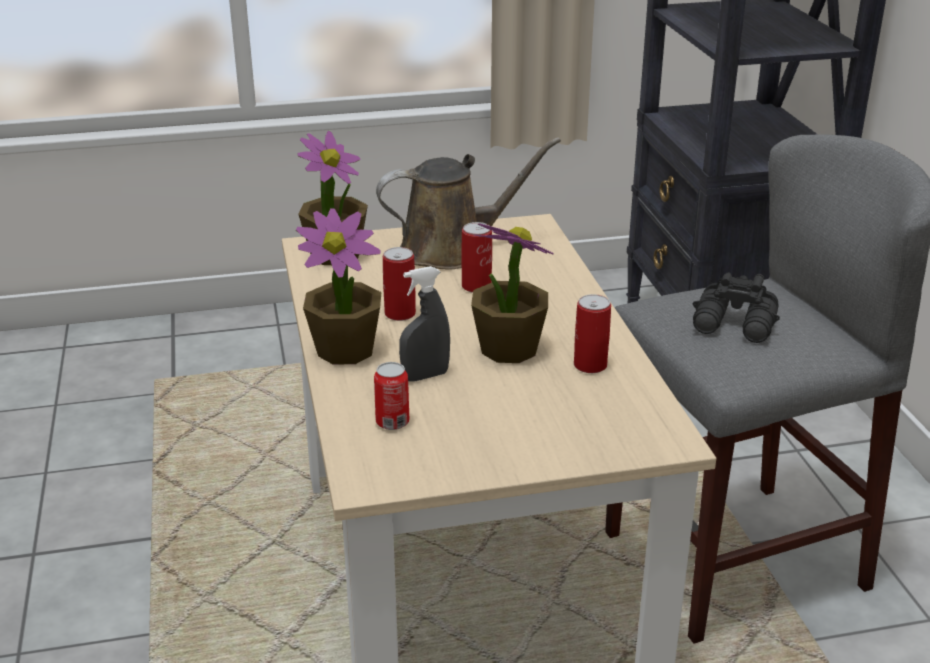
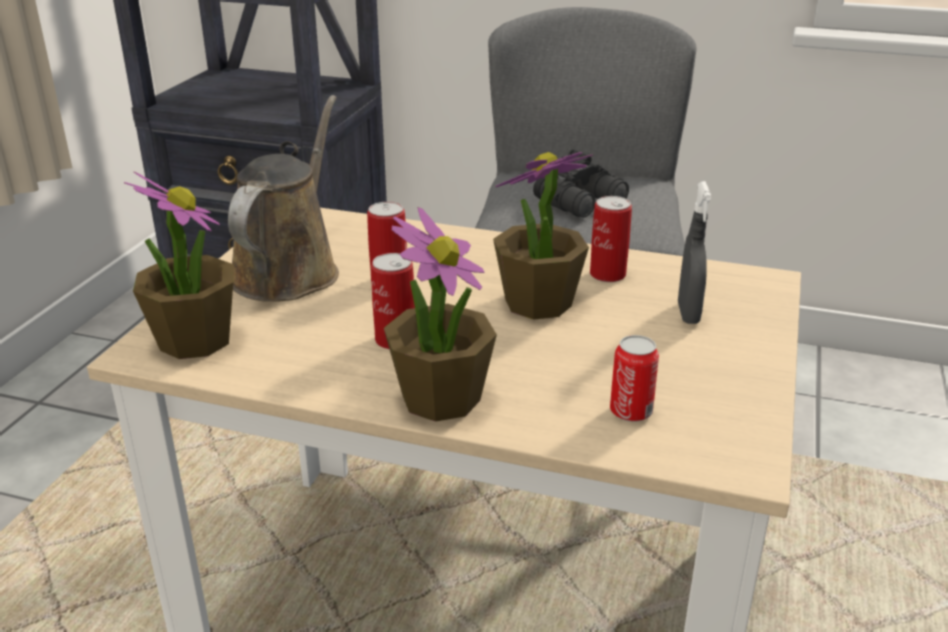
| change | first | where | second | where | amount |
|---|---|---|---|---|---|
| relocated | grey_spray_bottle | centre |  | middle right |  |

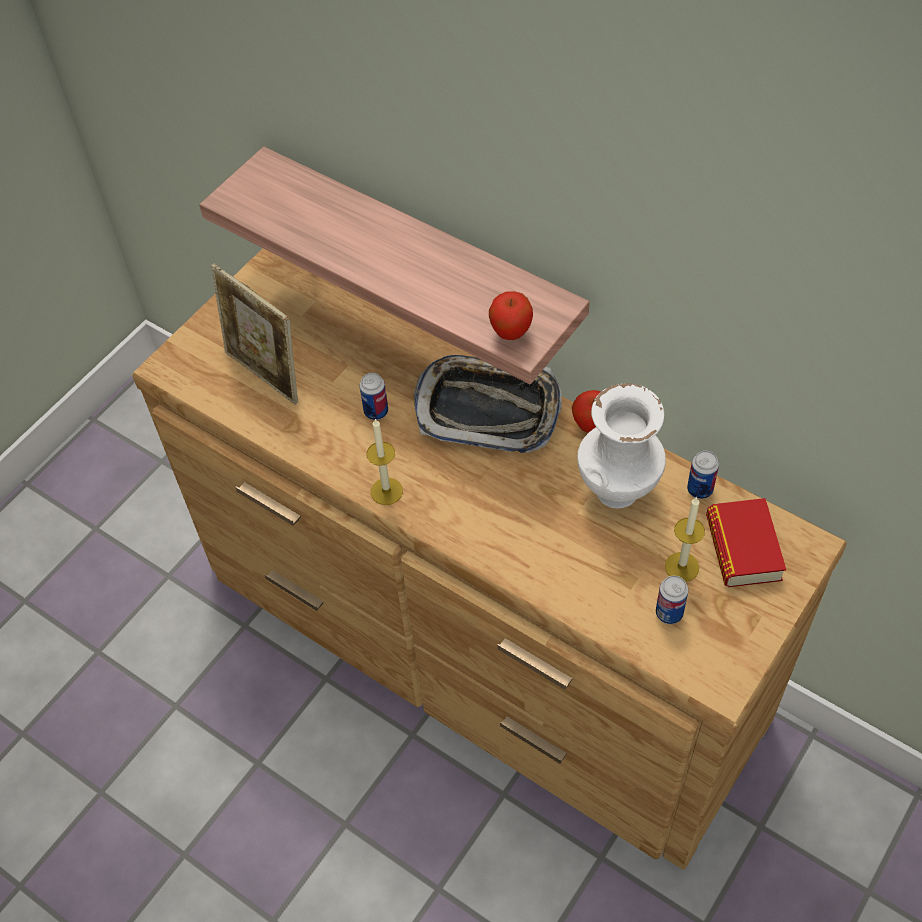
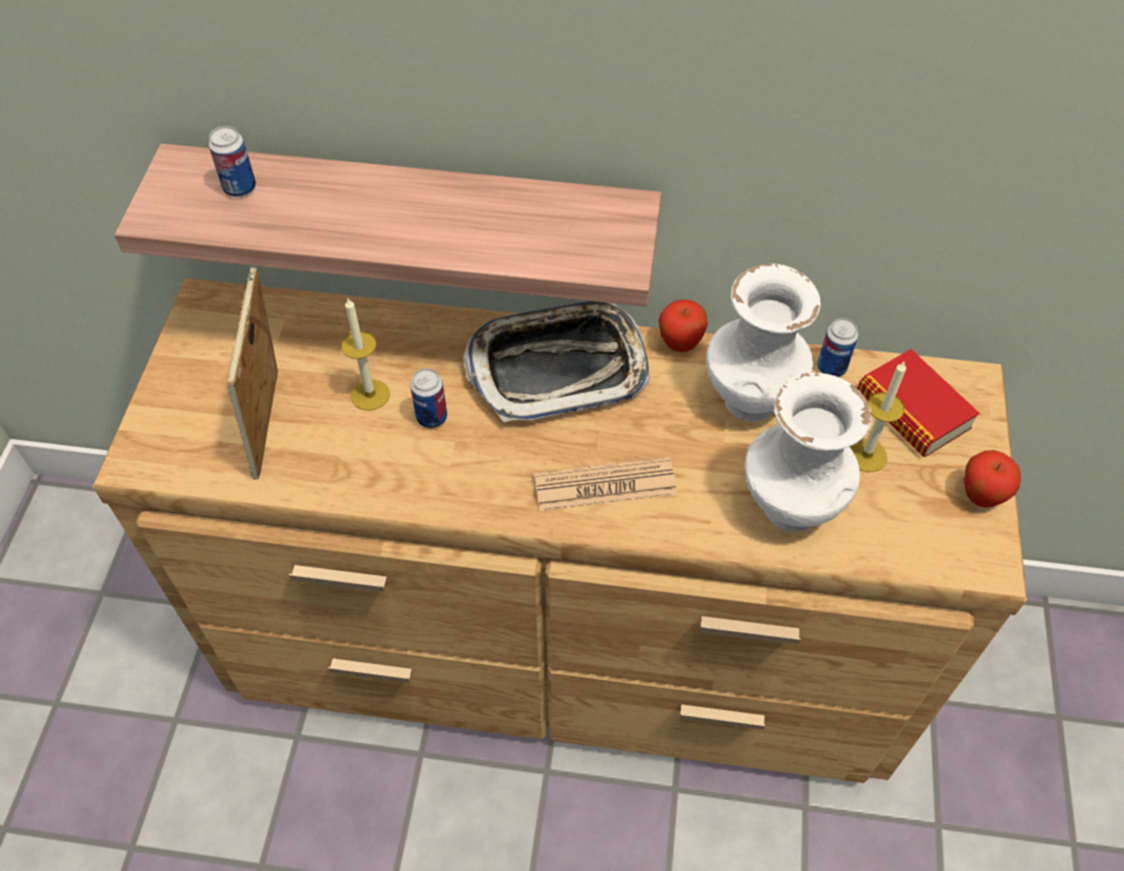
| change | first | where | second | where | amount |
|---|---|---|---|---|---|
| relocated | can (no. 2 from left in the first image) | middle right | can (no. 1 from left) | top left |  |
| spun | picture_frame | middle left |  | middle left | 75 degrees clockwise |
| relocated | candle (no. 1 from left) | centre |  | middle left |  |
| appeared |  |  | newspaper | centre |  |
| appeared |  |  | white_vase (no. 2 from left) | middle right |  |
| relocated | apple (no. 1 from left in the first image) | centre | apple (no. 2 from left) | middle right |  |

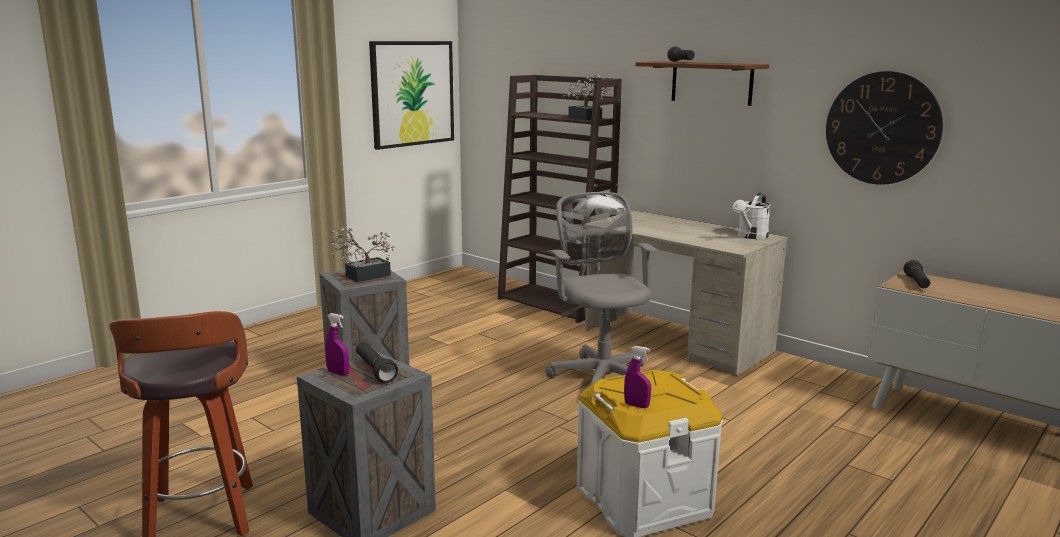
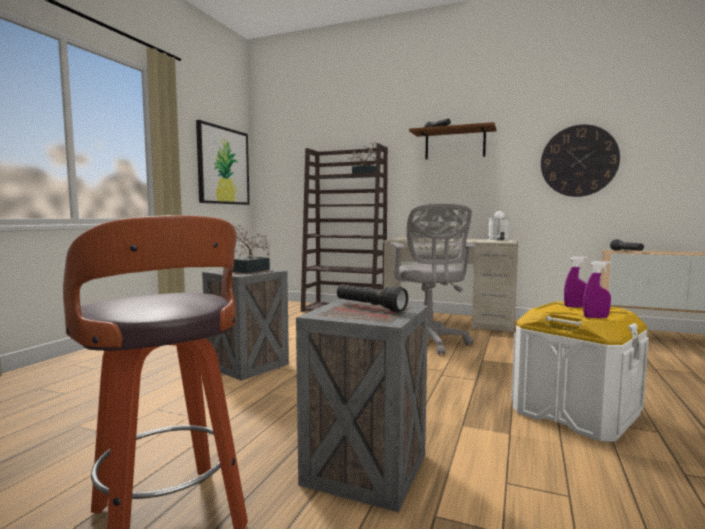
| change | first | where | second | where | amount |
|---|---|---|---|---|---|
| spun | grey_office_chair | centre |  | centre | 150 degrees counterclockwise |
| relocated | purple_spray_bottle (no. 1 from left) | middle left |  | middle right |  |

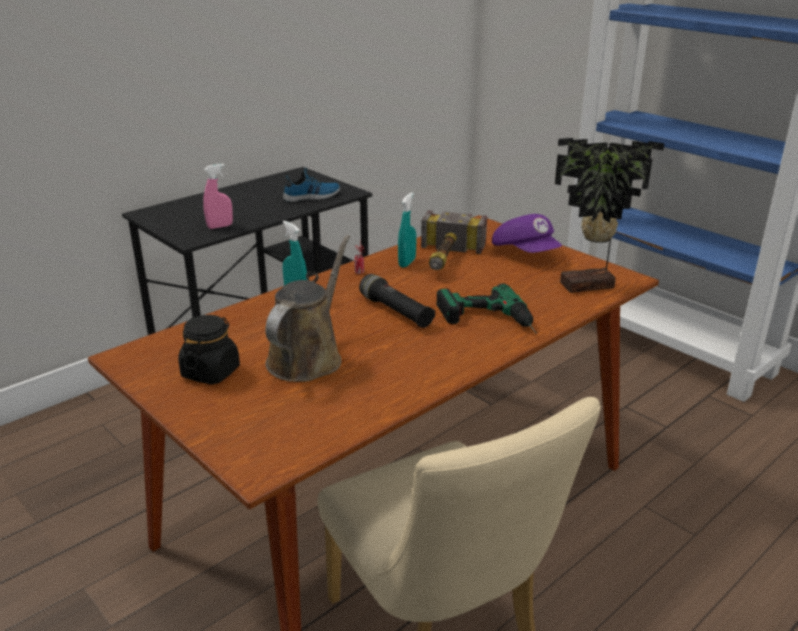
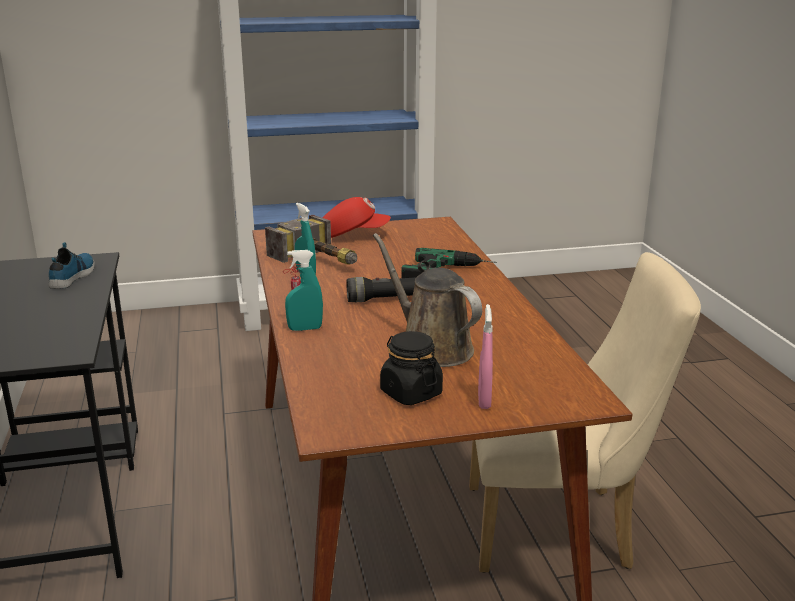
| change | first | where | second | where | amount |
|---|---|---|---|---|---|
| colour | purple_cap | centre | red_cap | centre |  |
| relocated | pink_spray_bottle | top left |  | centre |  |
| missing | potted_plant | middle right |  |  |  |

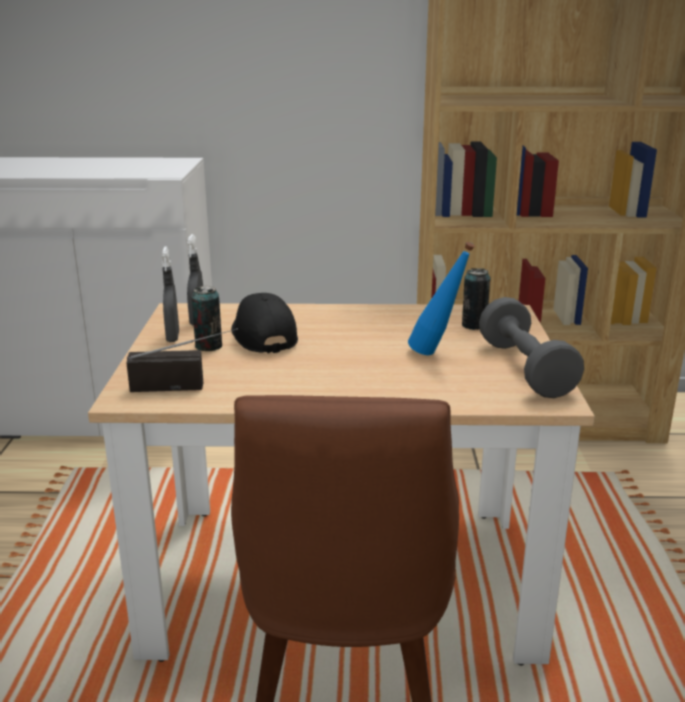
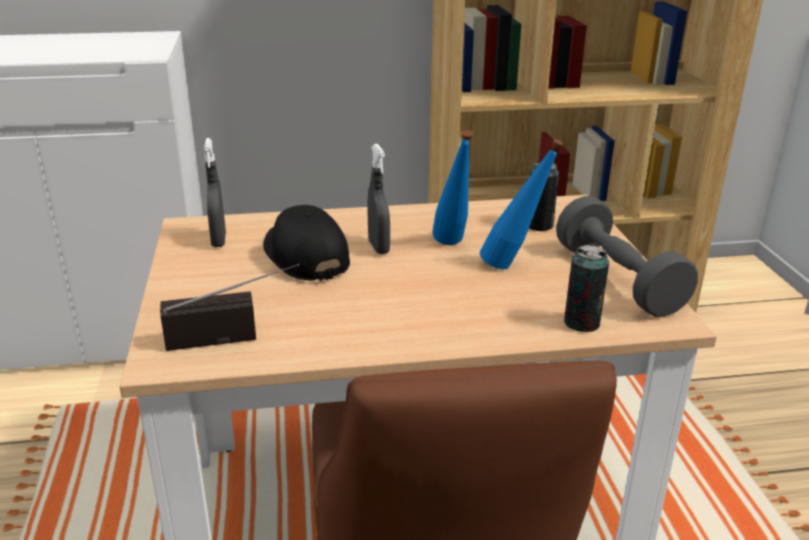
| change | first | where | second | where | amount |
|---|---|---|---|---|---|
| relocated | grey_spray_bottle (no. 1 from left in the first image) | middle left | grey_spray_bottle (no. 2 from left) | centre |  |
| appeared |  |  | blue_bottle (no. 1 from left) | centre |  |
| relocated | can (no. 1 from left in the first image) | middle left | can (no. 2 from left) | middle right |  |

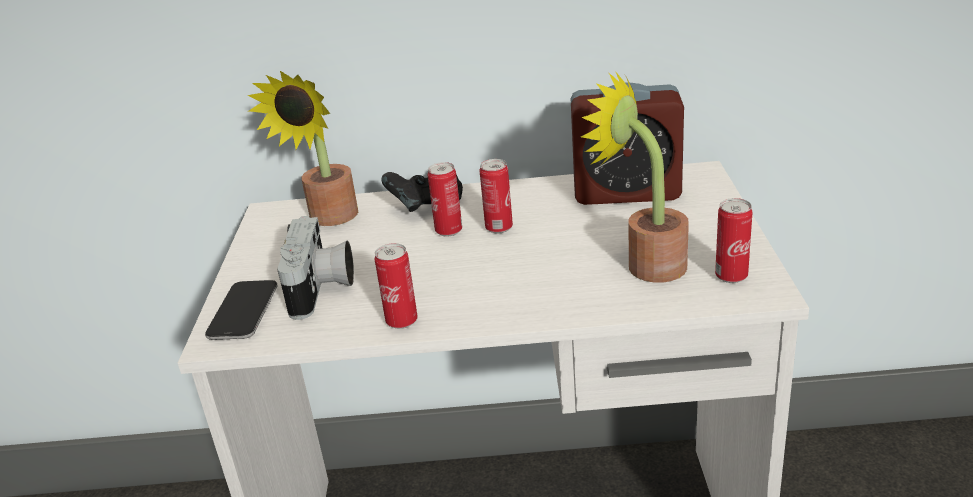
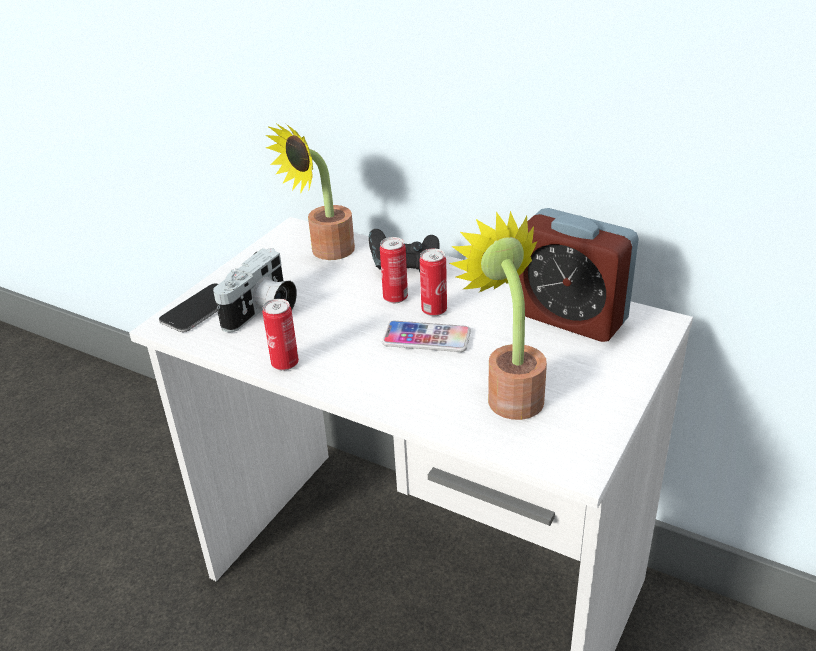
| change | first | where | second | where | amount |
|---|---|---|---|---|---|
| appeared |  |  | phone (no. 2 from left) | centre |  |
| missing | can (no. 4 from left) | middle right |  |  |  |

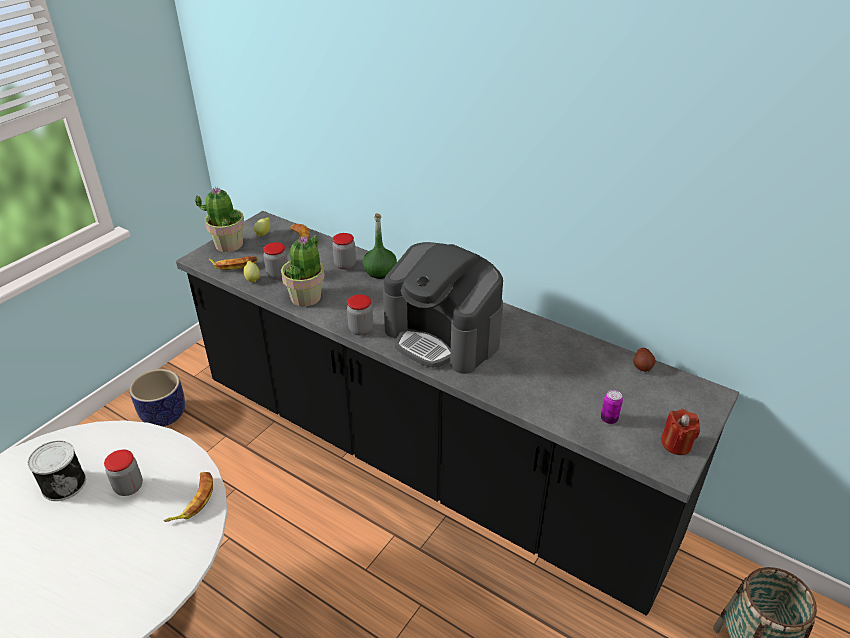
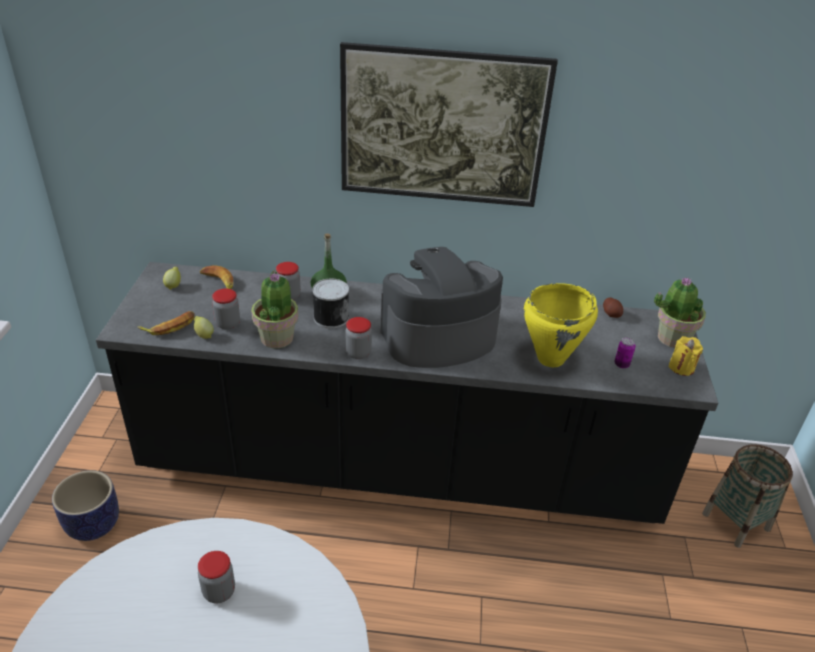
| change | first | where | second | where | amount |
|---|---|---|---|---|---|
| relocated | can (no. 1 from left) | bottom left |  | centre |  |
| appeared |  |  | picture | top centre |  |
| spun | coffee_machine | centre |  | centre | 150 degrees clockwise |
| appeared |  |  | yellow_cooking_pot | middle right |  |
| relocated | potted_plant (no. 1 from left in the first image) | middle left | potted_plant (no. 2 from left) | middle right |  |
| colour | red_candle | bottom right | yellow_candle | middle right |  |
| missing | banana (no. 1 from left) | bottom left |  |  |  |

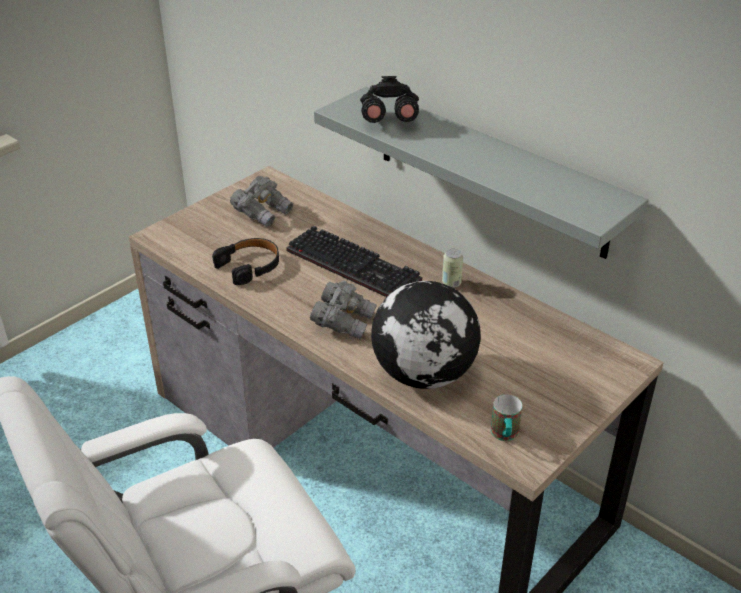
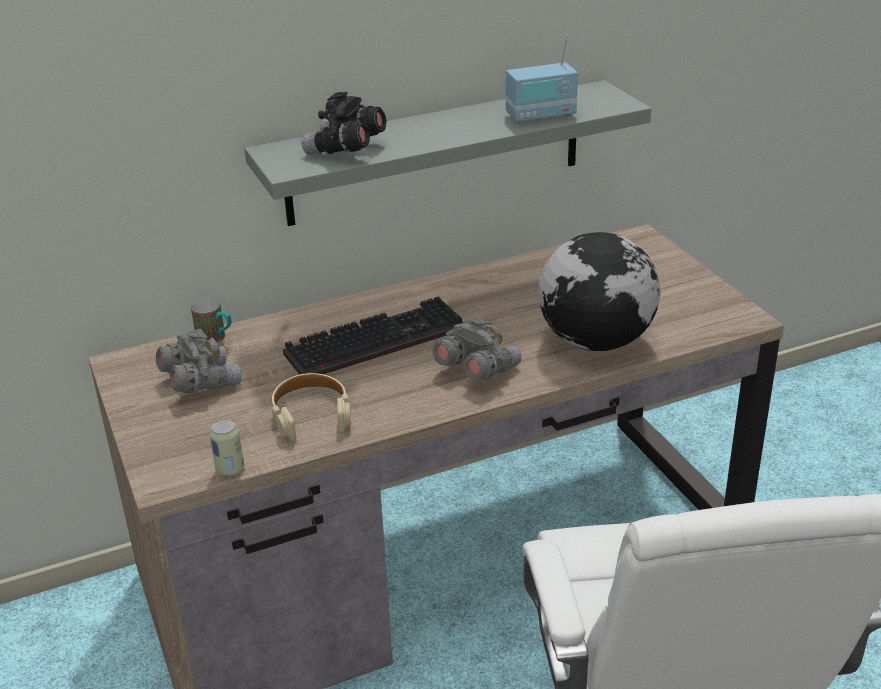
| change | first | where | second | where | amount |
|---|---|---|---|---|---|
| relocated | mug | bottom right |  | middle left |  |
| relocated | can | centre |  | middle left |  |
| colour | black_headphones | middle left | beige_headphones | centre |  |
| appeared |  |  | radio | top centre |  |

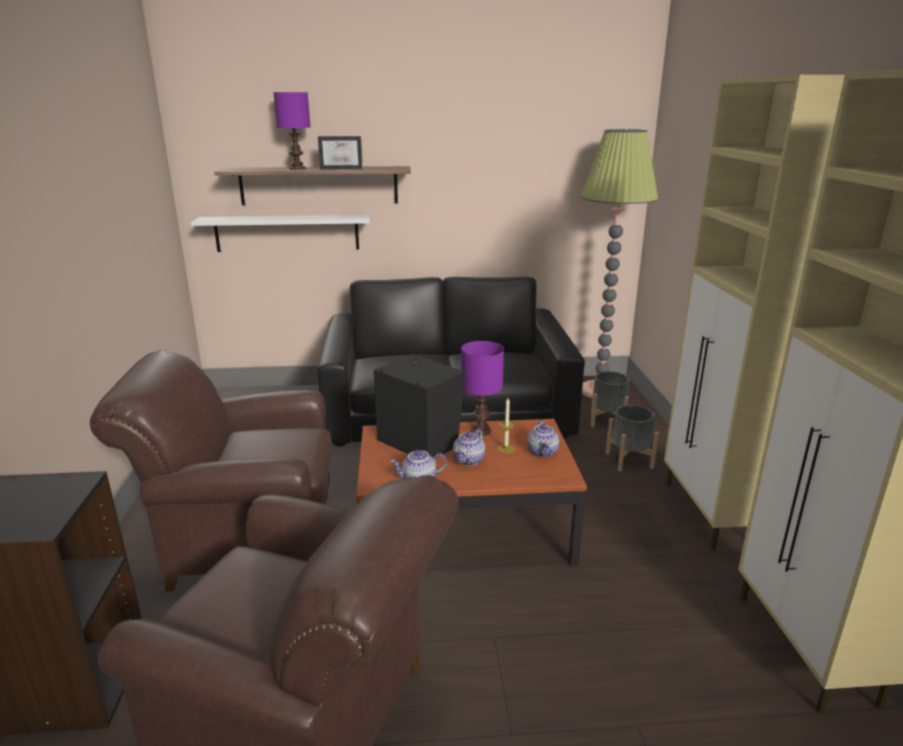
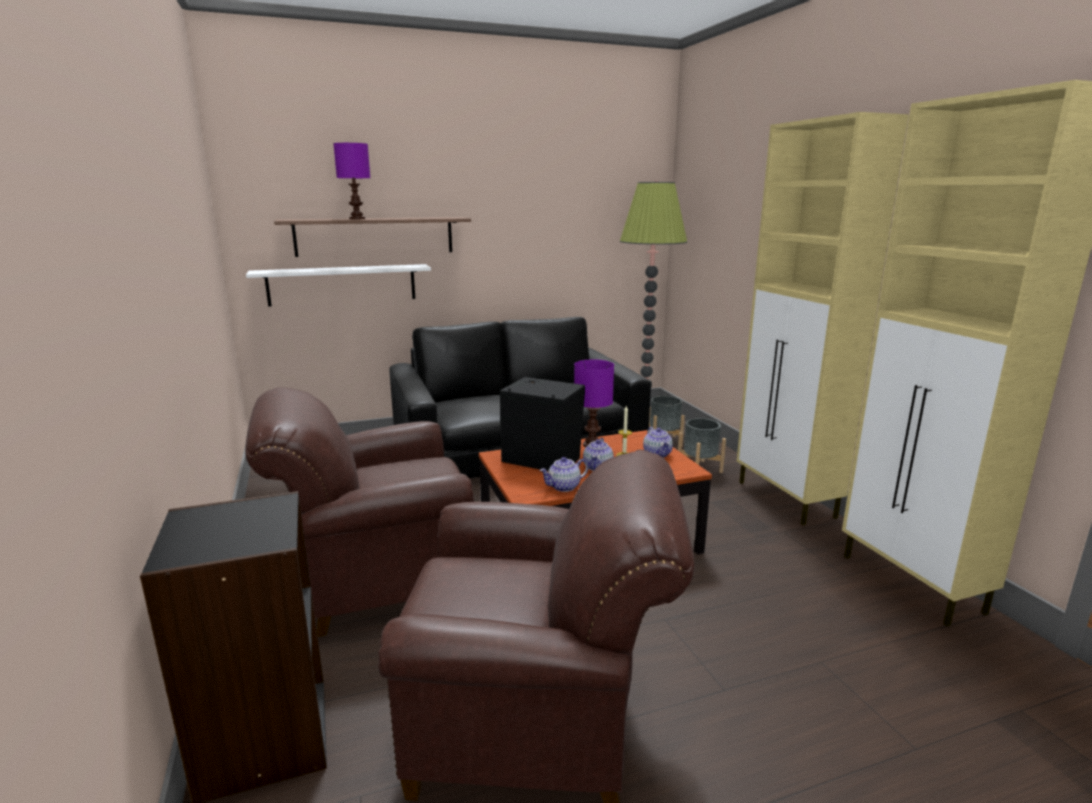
| change | first | where | second | where | amount |
|---|---|---|---|---|---|
| missing | picture_frame | top centre |  |  |  |

